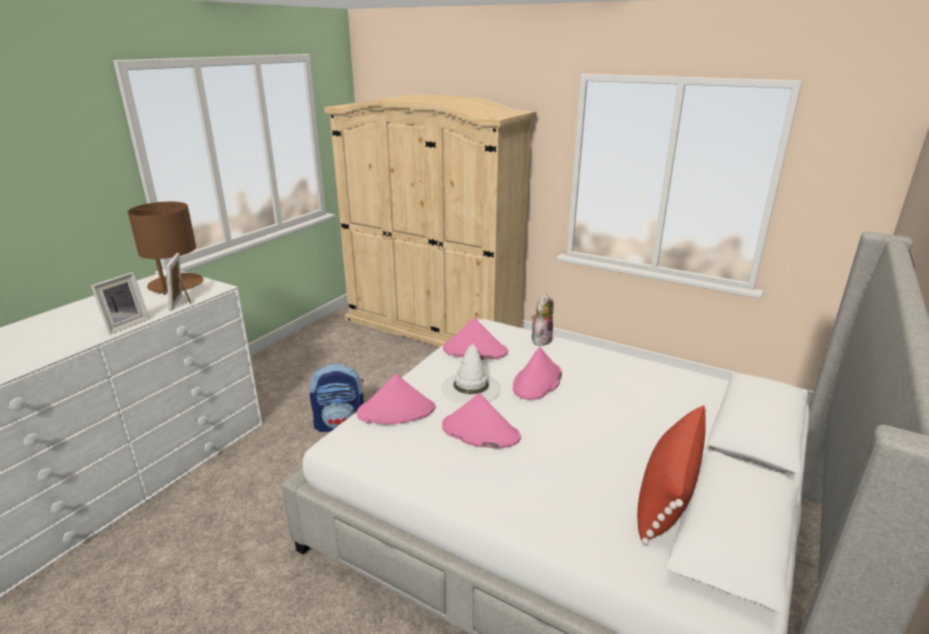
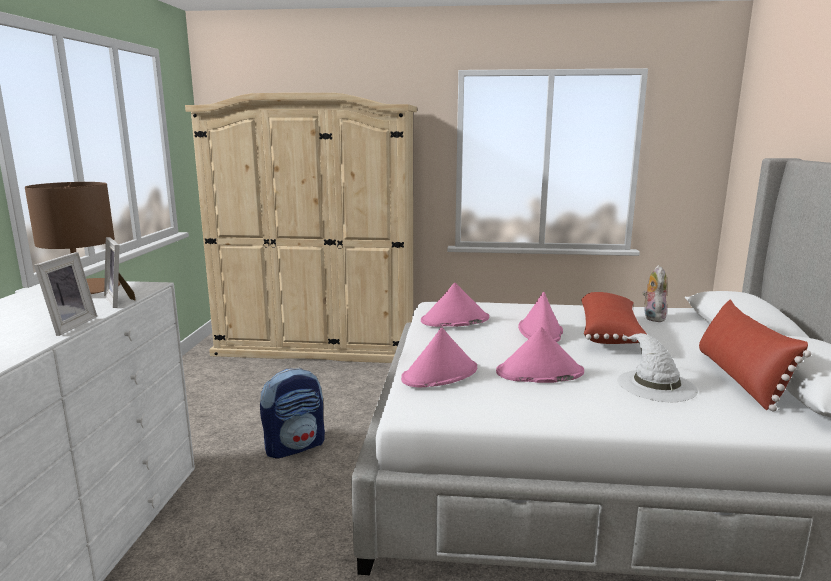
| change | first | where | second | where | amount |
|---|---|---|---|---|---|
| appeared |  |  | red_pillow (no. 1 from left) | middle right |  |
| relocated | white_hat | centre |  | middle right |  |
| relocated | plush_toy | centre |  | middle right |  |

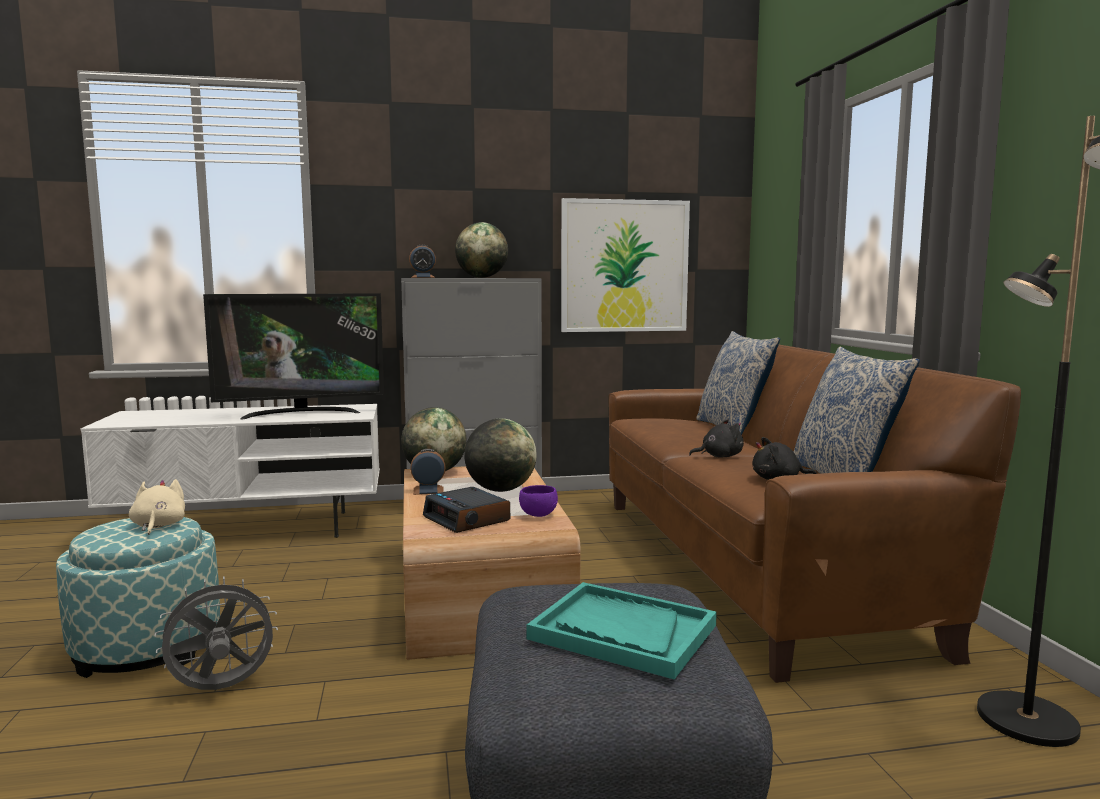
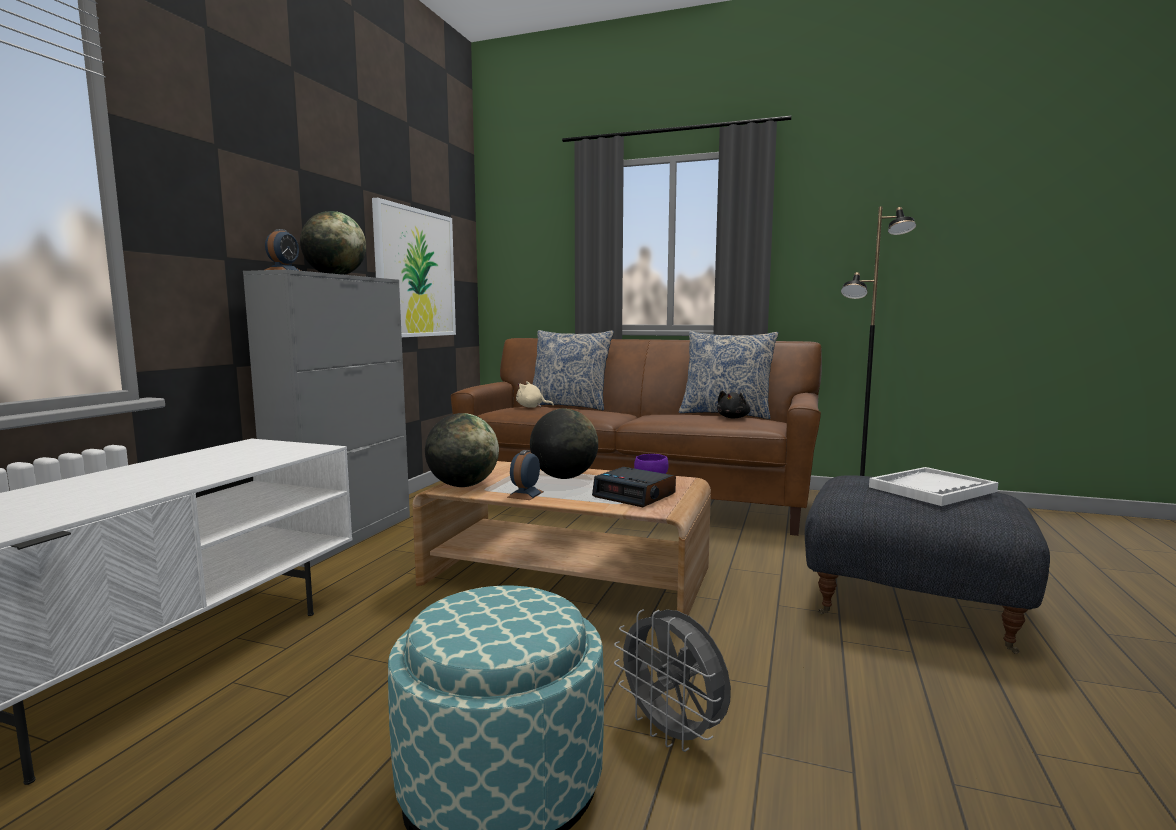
| change | first | where | second | where | amount |
|---|---|---|---|---|---|
| relocated | beige_plush_toy | middle left |  | centre |  |
| spun | alarm_clock (no. 3 from left) | centre |  | centre | 45 degrees clockwise |
| spun | grey_fan | bottom left |  | bottom centre | 45 degrees counterclockwise |
| colour | turquoise_tray | bottom centre | white_tray | middle right |  |
| missing | television | middle left |  |  |  |
| missing | black_plush_toy (no. 1 from left) | centre |  |  |  |

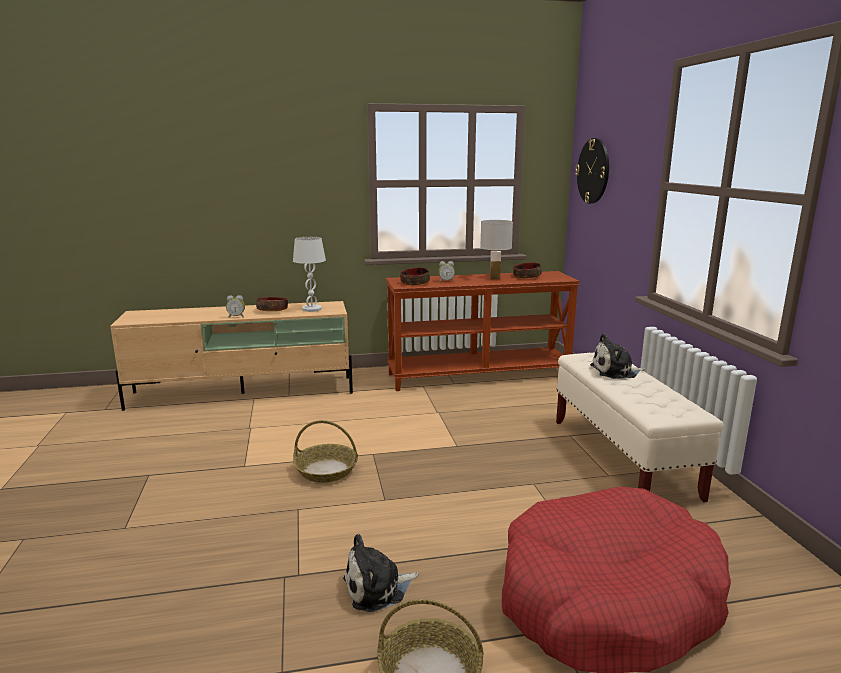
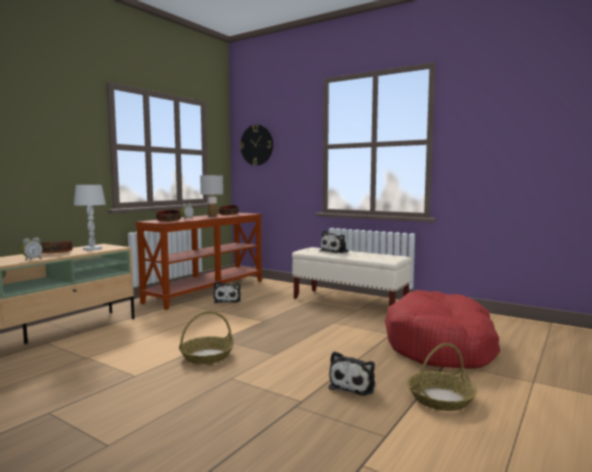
| change | first | where | second | where | amount |
|---|---|---|---|---|---|
| appeared |  |  | plush_toy (no. 1 from left) | centre |  |

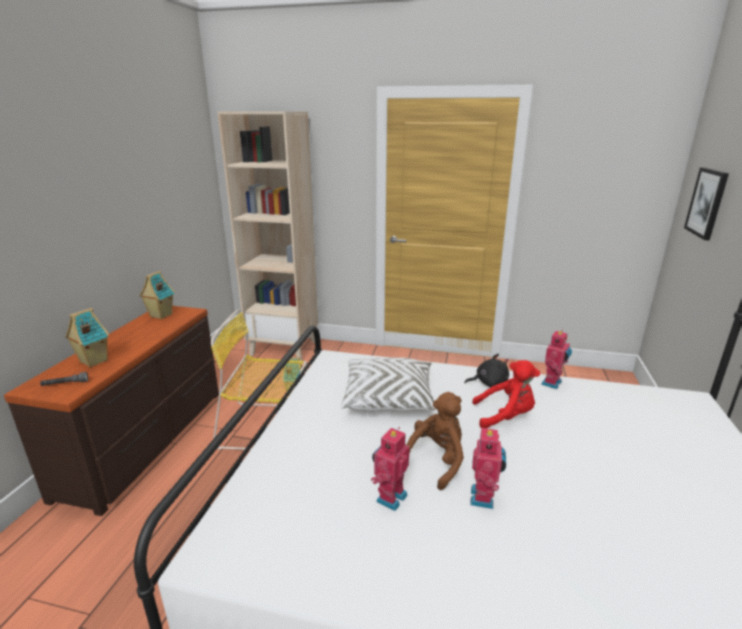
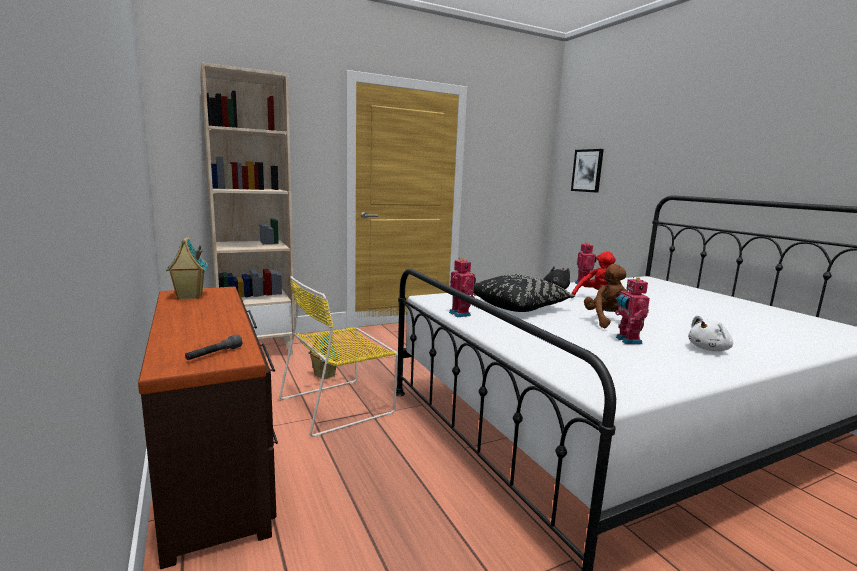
| change | first | where | second | where | amount |
|---|---|---|---|---|---|
| relocated | toy_robot (no. 2 from left in the first image) | bottom centre | toy_robot (no. 1 from left) | centre |  |
| colour | white_pillow | centre | black_pillow | centre |  |
| appeared |  |  | white_plush_toy | middle right |  |
| missing | toy_house (no. 1 from left) | middle left |  |  |  |

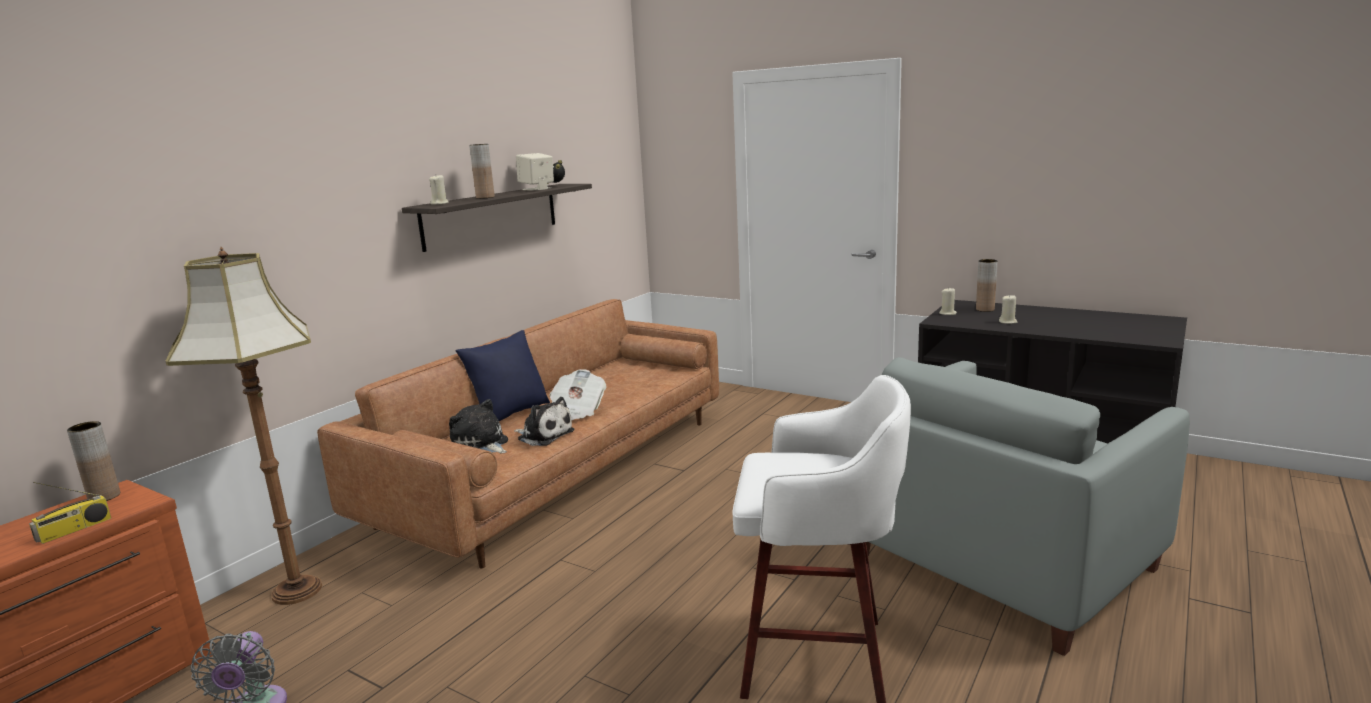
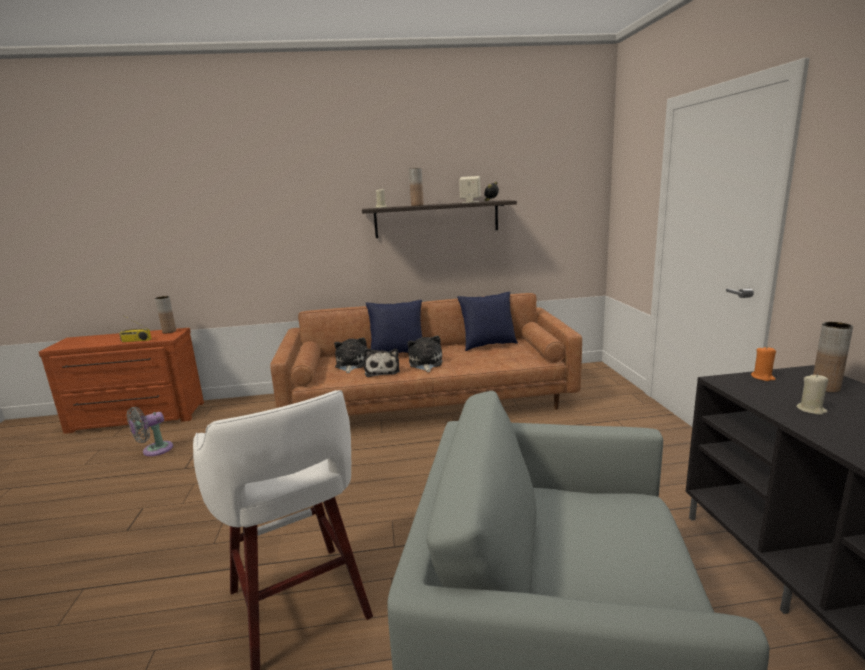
| change | first | where | second | where | amount |
|---|---|---|---|---|---|
| exchanged | newspaper | centre | plush_toy (no. 3 from left) | centre |  |
| appeared |  |  | blue_pillow (no. 2 from left) | centre |  |
| colour | beige_candle (no. 2 from left) | middle right | orange_candle | middle right |  |
| missing | floor_lamp | middle left |  |  |  |

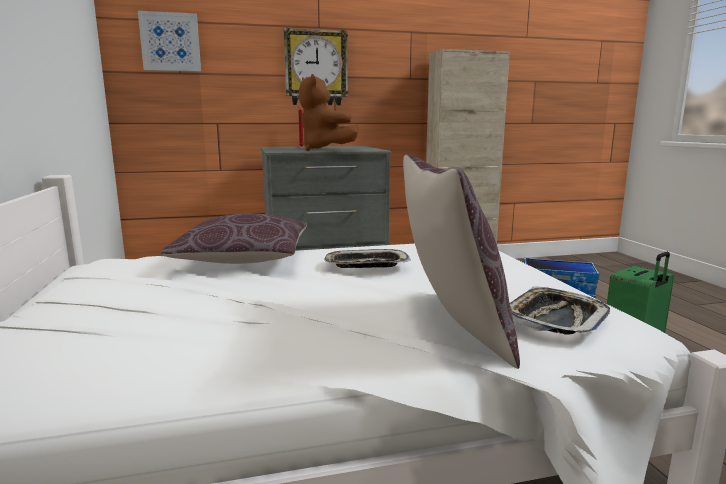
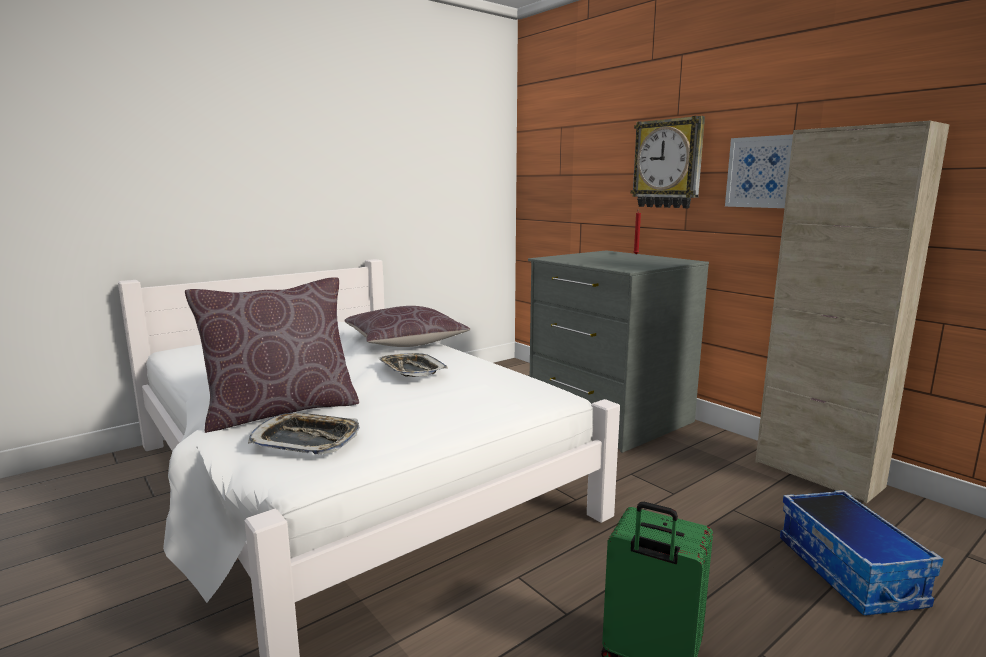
| change | first | where | second | where | amount |
|---|---|---|---|---|---|
| relocated | picture | top left |  | top right |  |
| missing | brown_plush_toy | top centre |  |  |  |

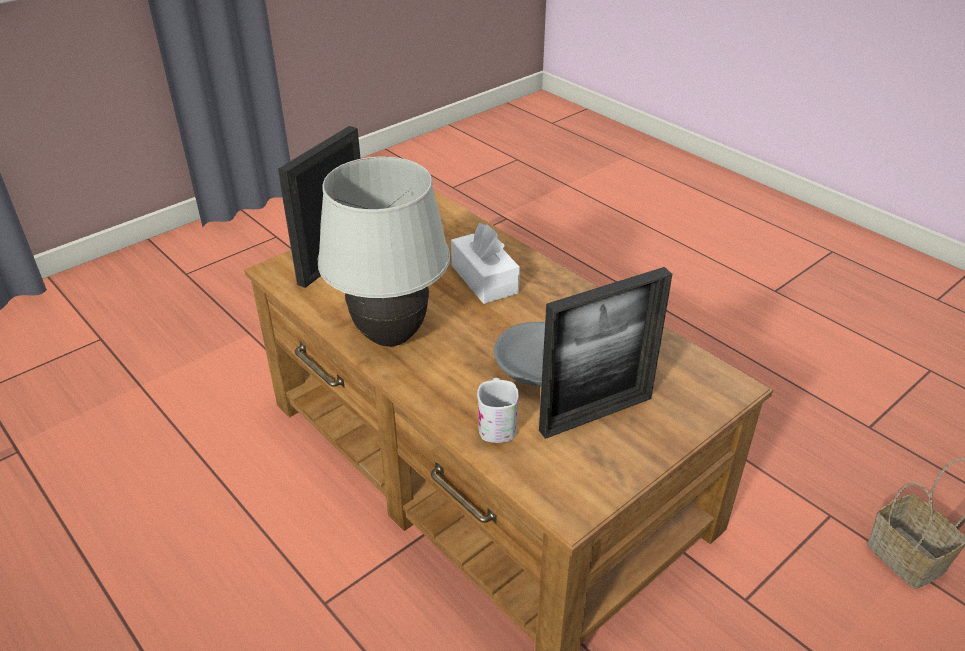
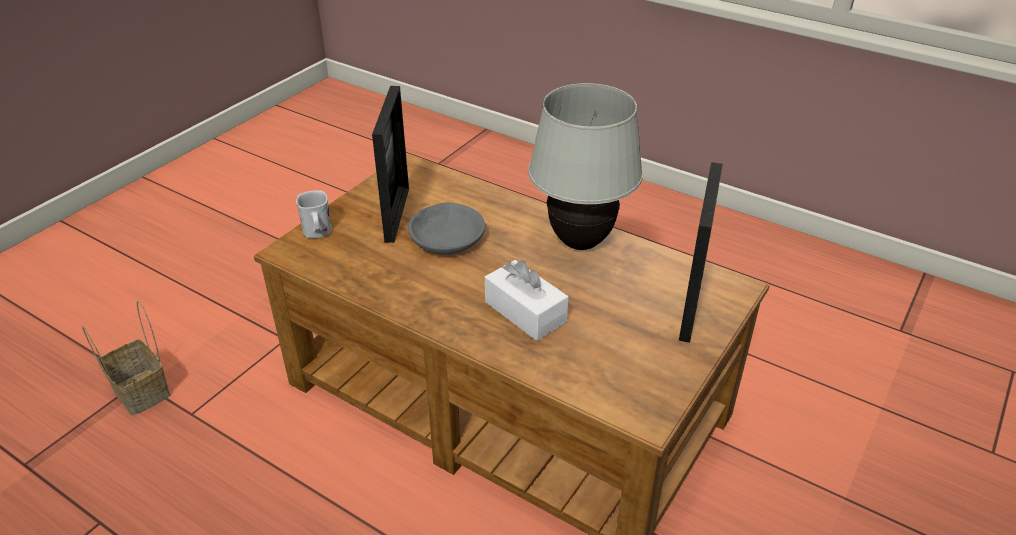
| change | first | where | second | where | amount |
|---|---|---|---|---|---|
| relocated | white_mug | centre |  | middle left |  |
| spun | picture_frame (no. 2 from left in the first image) | centre | picture_frame (no. 1 from left) | top centre | 135 degrees clockwise |

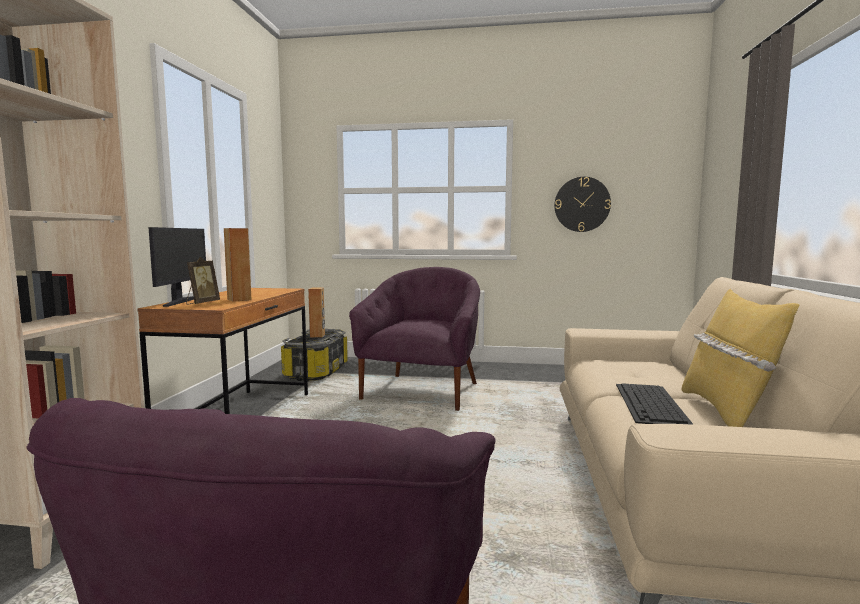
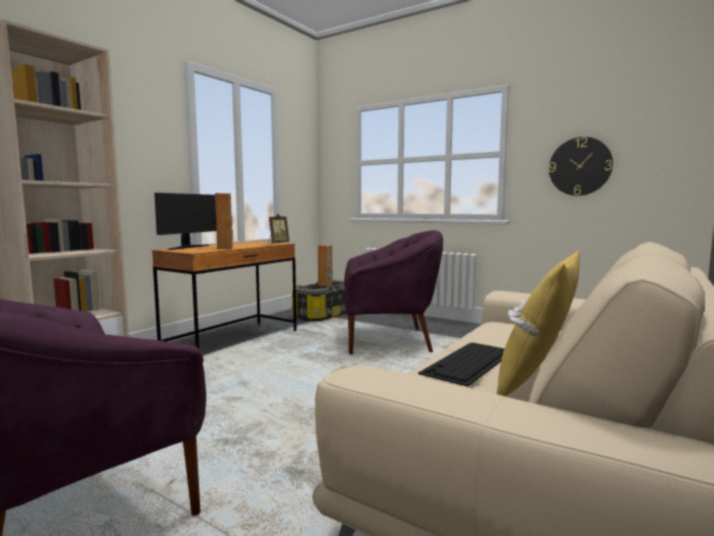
| change | first | where | second | where | amount |
|---|---|---|---|---|---|
| relocated | picture_frame | middle left |  | centre |  |
| spun | purple_armchair (no. 2 from left) | centre |  | centre | 45 degrees clockwise |

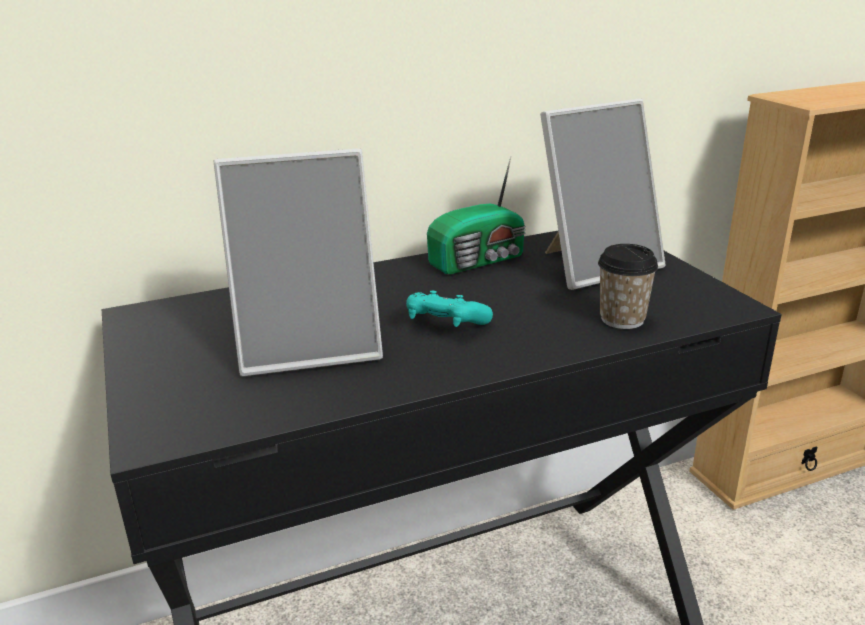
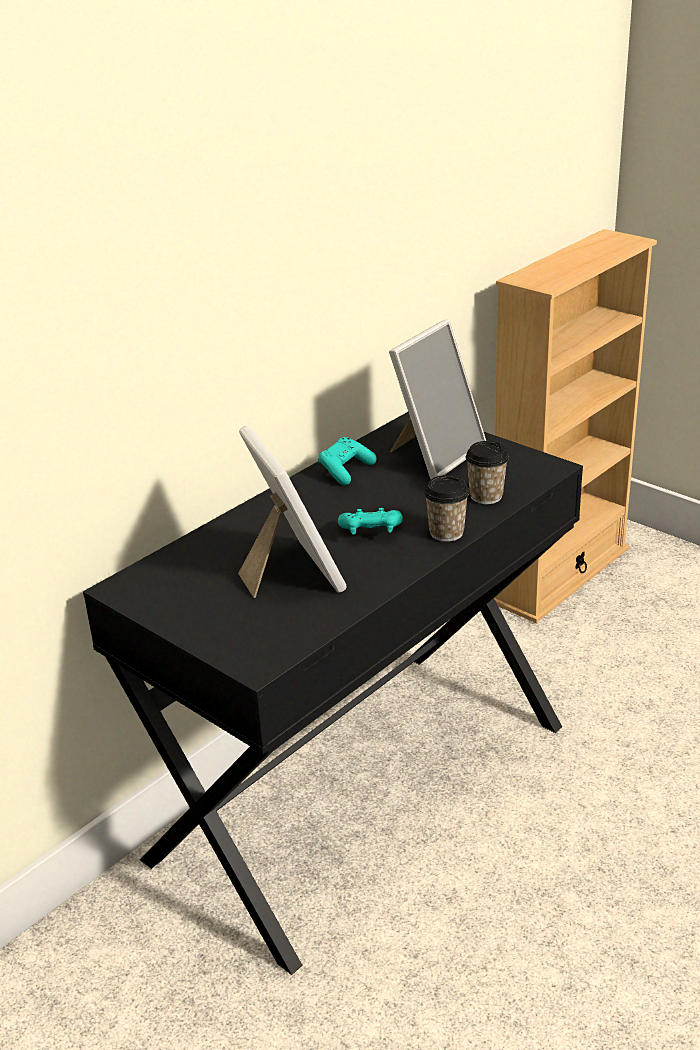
| change | first | where | second | where | amount |
|---|---|---|---|---|---|
| spun | picture_frame (no. 1 from left) | centre |  | centre | 75 degrees counterclockwise |
| exchanged | radio | centre | turquoise_game_controller (no. 1 from left) | centre |  |
| appeared |  |  | cup (no. 1 from left) | centre |  |

